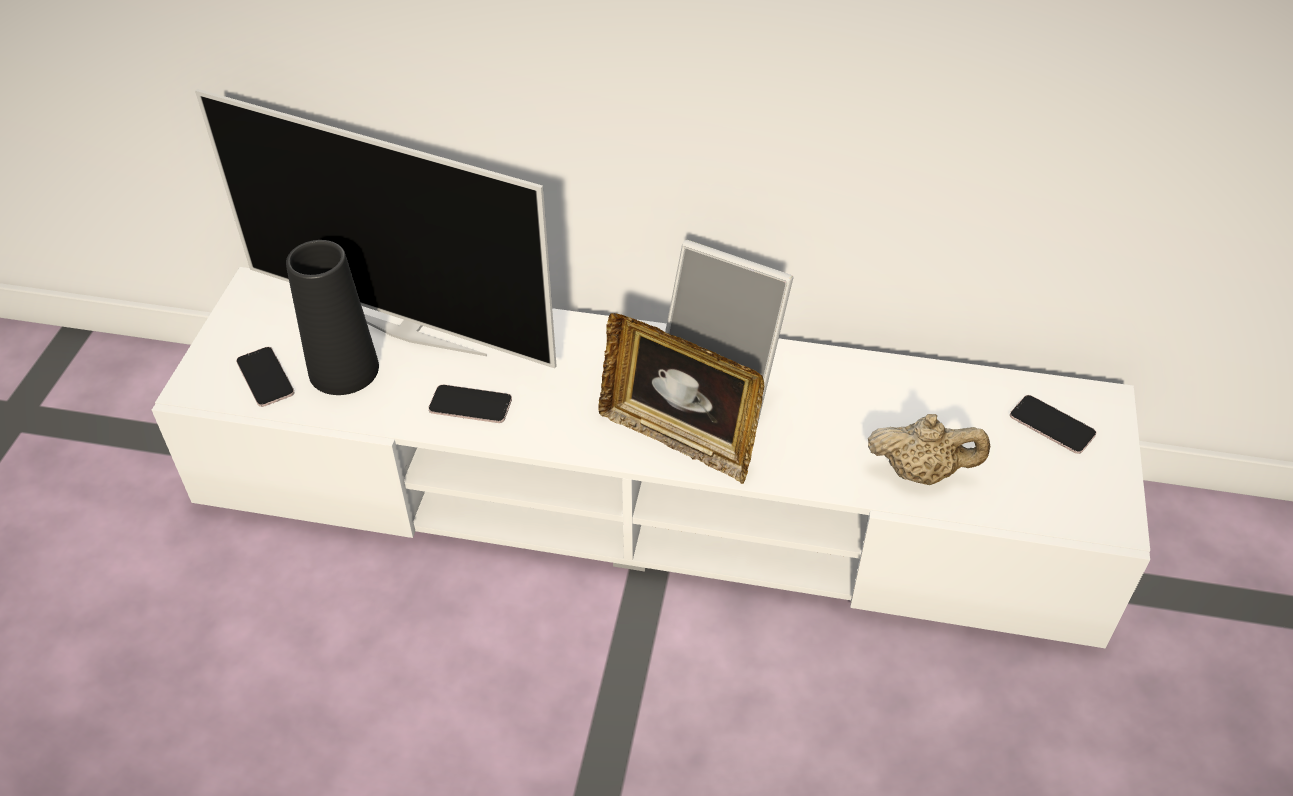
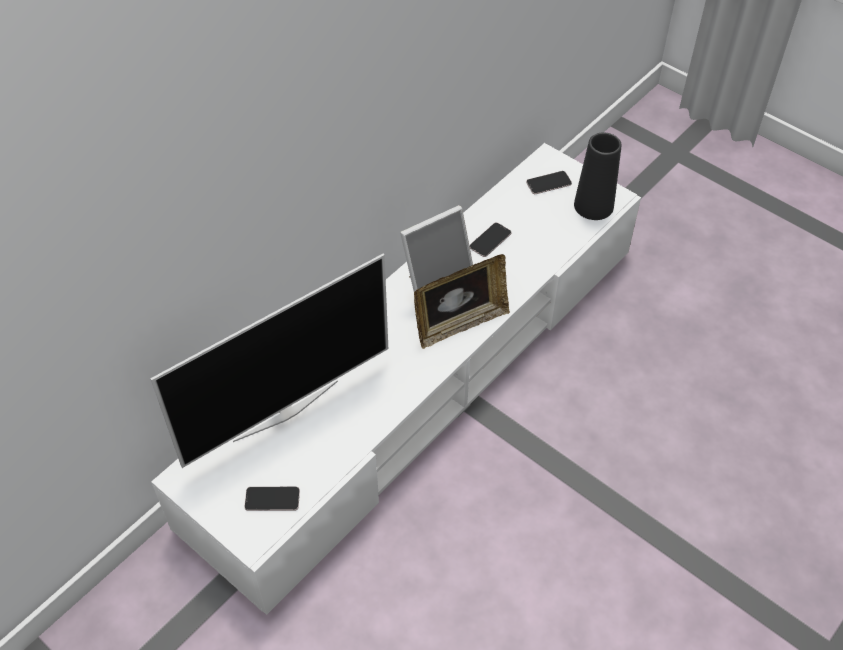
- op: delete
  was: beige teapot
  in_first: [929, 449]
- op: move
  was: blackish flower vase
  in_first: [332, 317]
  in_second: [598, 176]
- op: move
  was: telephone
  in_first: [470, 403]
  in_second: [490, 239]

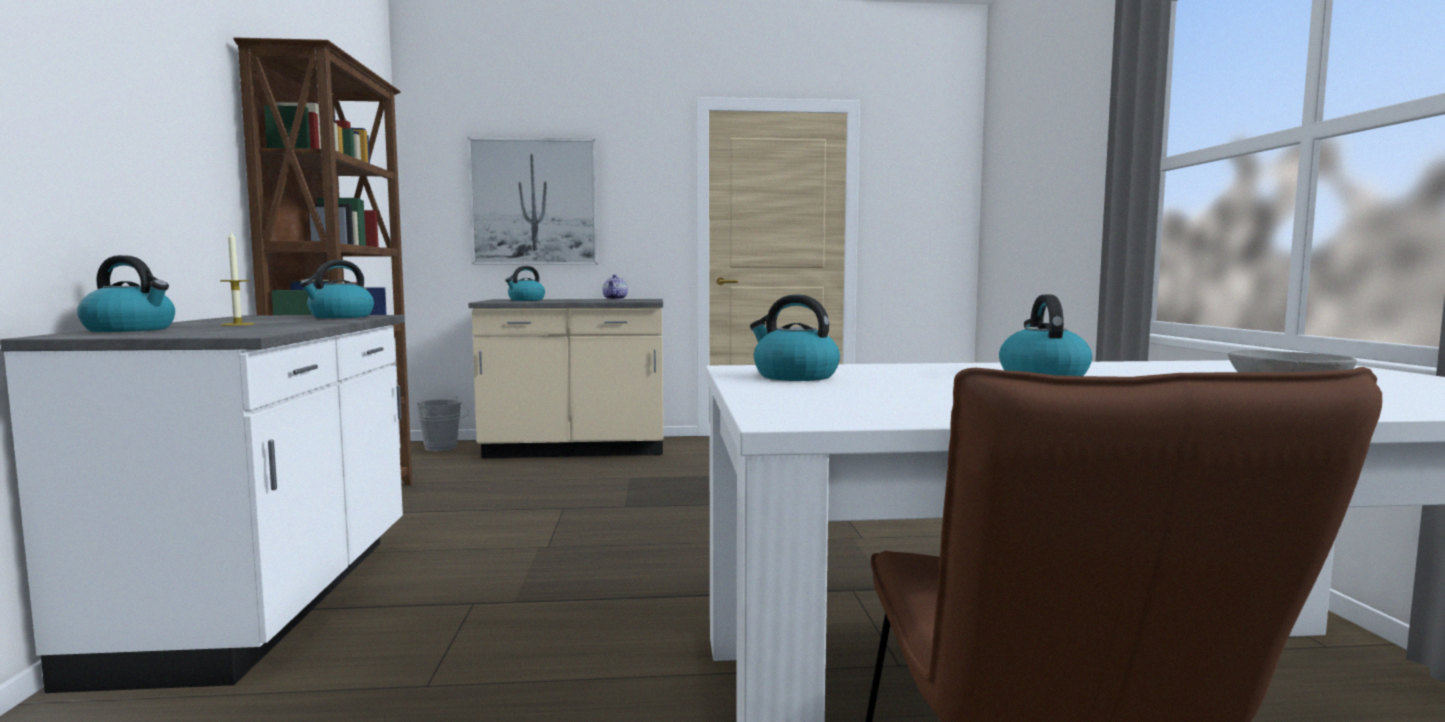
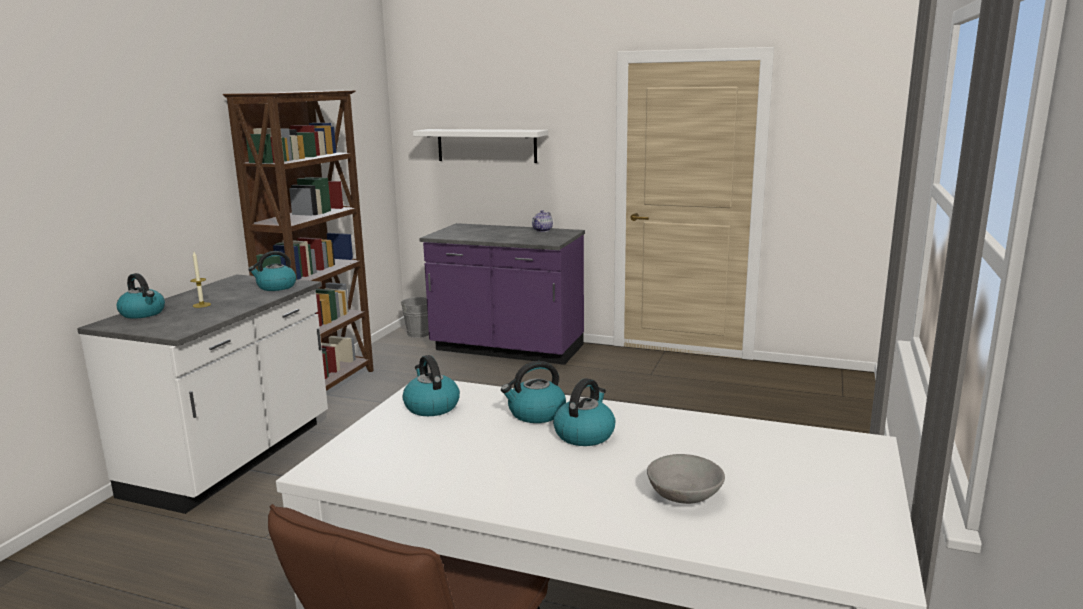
- op: move
  was: kettle
  in_first: [525, 283]
  in_second: [533, 392]
- op: replace
  was: picture
  now: white-coloured bracket shelf
  in_first: [532, 201]
  in_second: [480, 146]
- op: recolor
  was: beige kitchen counter
  now: purple-coloured kitchen counter
  in_first: [565, 378]
  in_second: [502, 294]

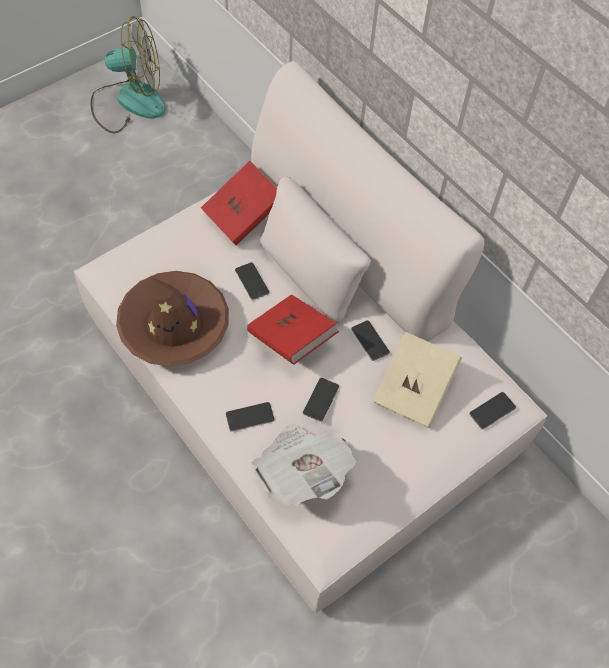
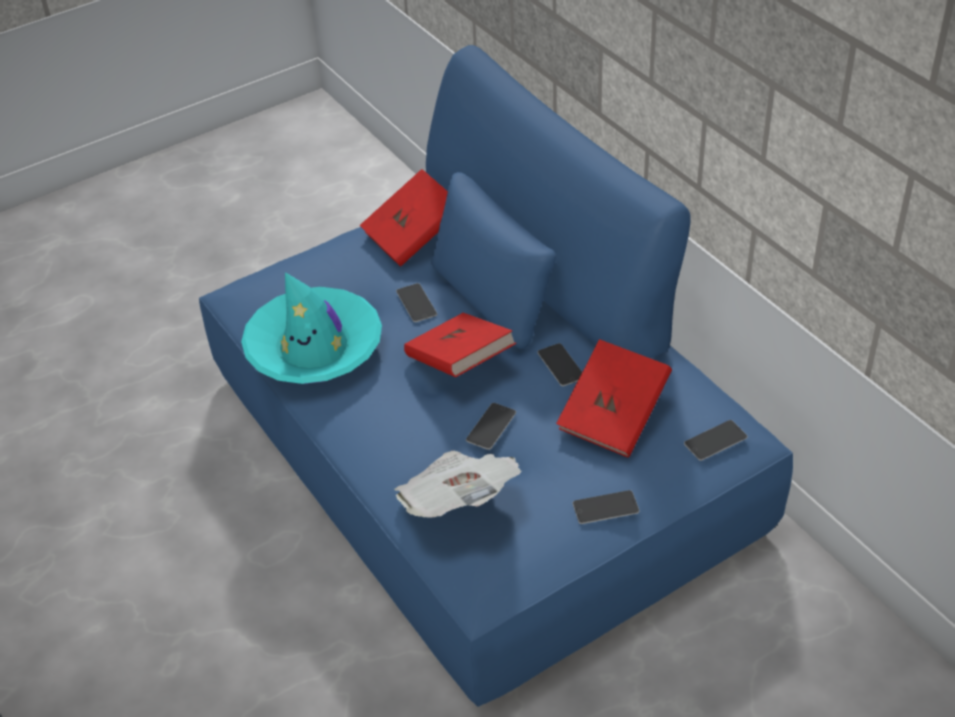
- op: delete
  was: fan
  in_first: [128, 74]
- op: move
  was: telephone
  in_first: [250, 417]
  in_second: [606, 507]
- op: recolor
  was: beige settee
  now: blue-coloured settee
  in_first: [310, 337]
  in_second: [496, 376]
- op: recolor
  was: brown hat
  now: turquoise-coloured hat
  in_first: [172, 319]
  in_second: [311, 328]
- op: recolor
  was: beige bound book
  now: reddish bound book
  in_first: [417, 380]
  in_second: [614, 398]

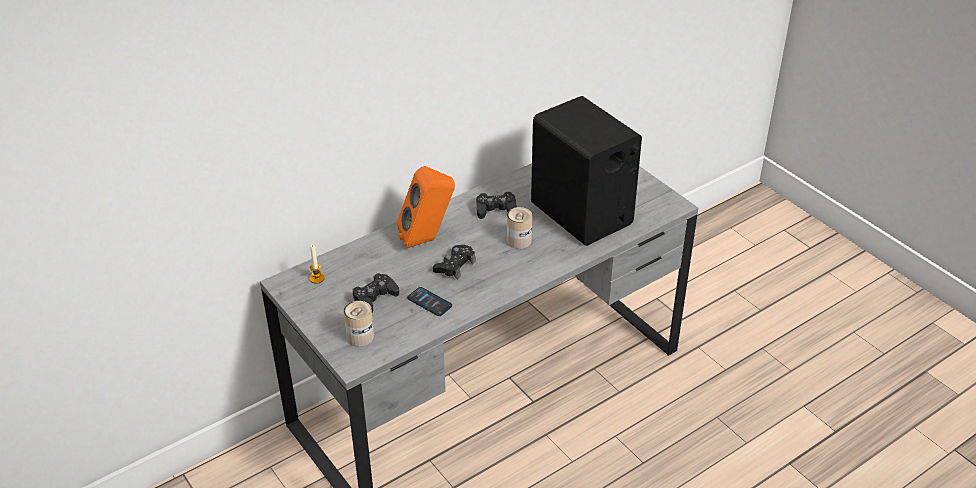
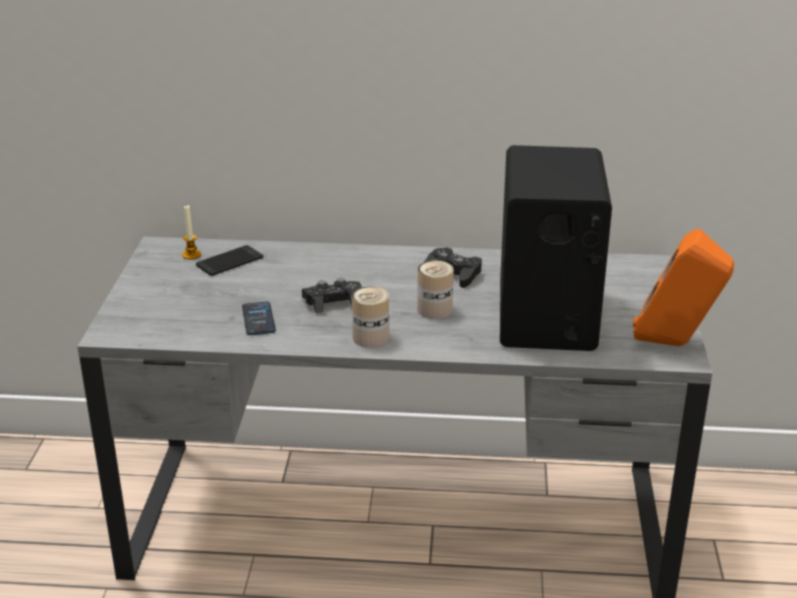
- op: delete
  was: blackish gamepad
  in_first: [376, 293]
- op: insert
  now: telephone
  in_second: [229, 260]
- op: move
  was: sealed can
  in_first: [358, 324]
  in_second: [370, 317]
- op: move
  was: orange-coloured loudspeaker
  in_first: [426, 207]
  in_second: [683, 287]

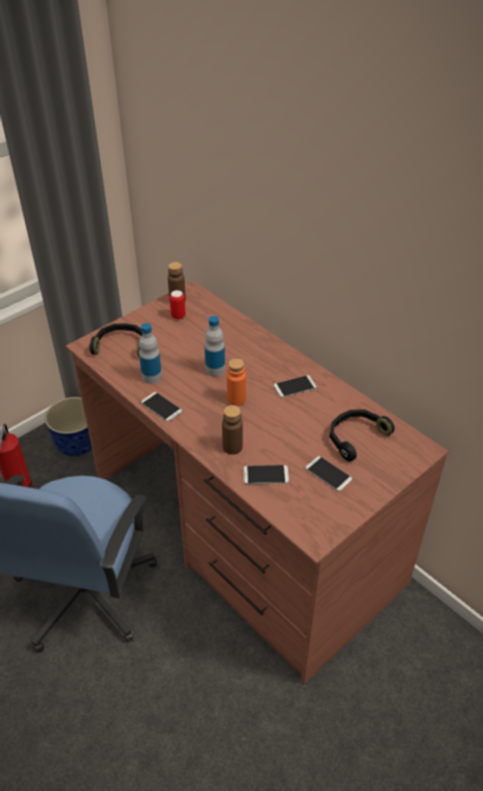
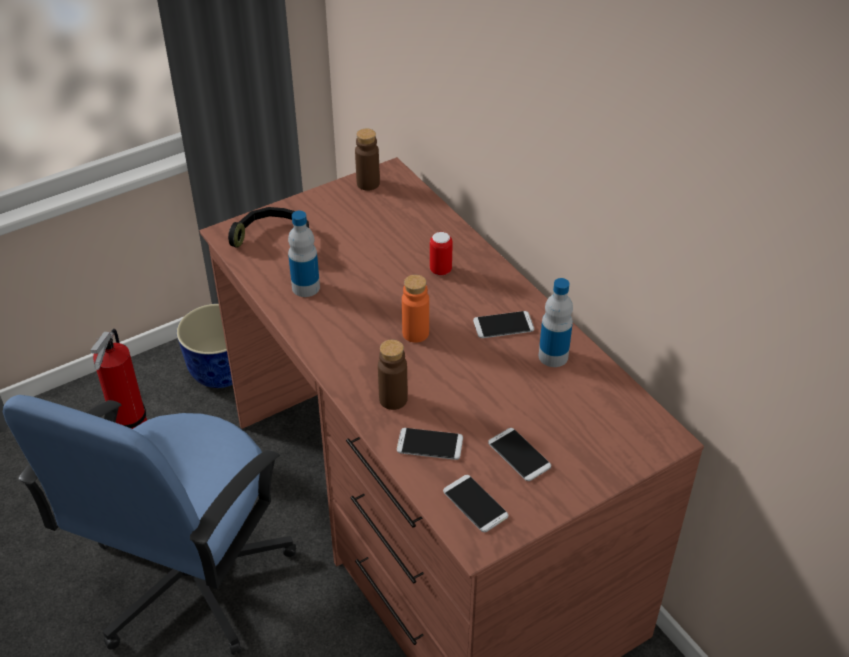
- op: delete
  was: blackish pair of headphones
  in_first: [362, 436]
- op: move
  was: telephone
  in_first: [161, 406]
  in_second: [475, 503]
- op: move
  was: sealed can
  in_first: [178, 304]
  in_second: [441, 254]
- op: move
  was: bottle
  in_first: [215, 346]
  in_second: [556, 322]

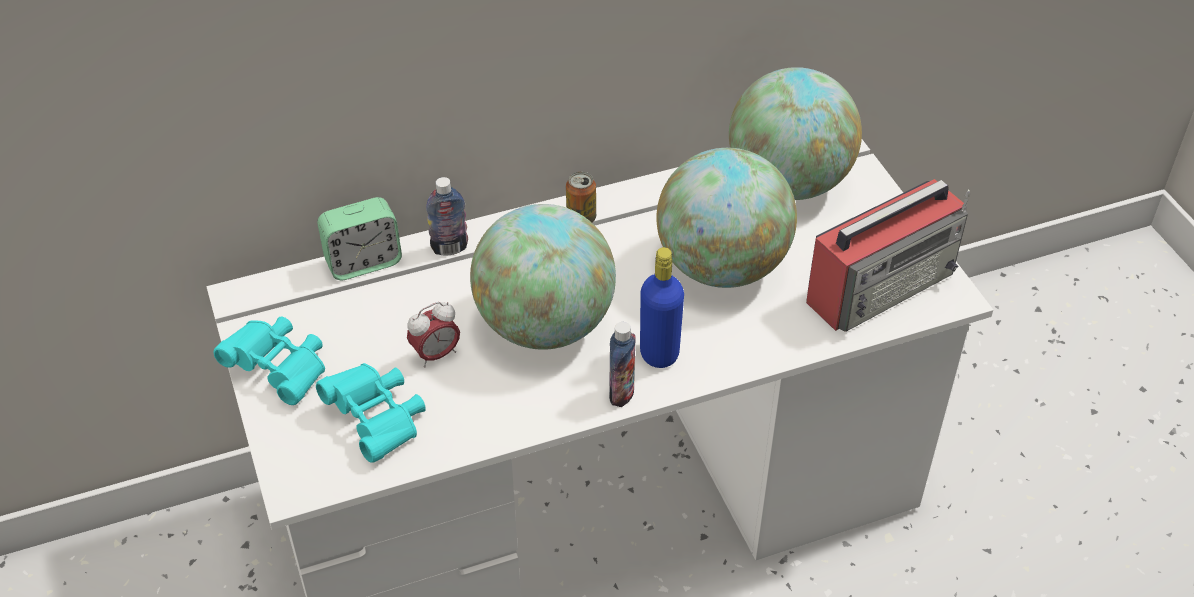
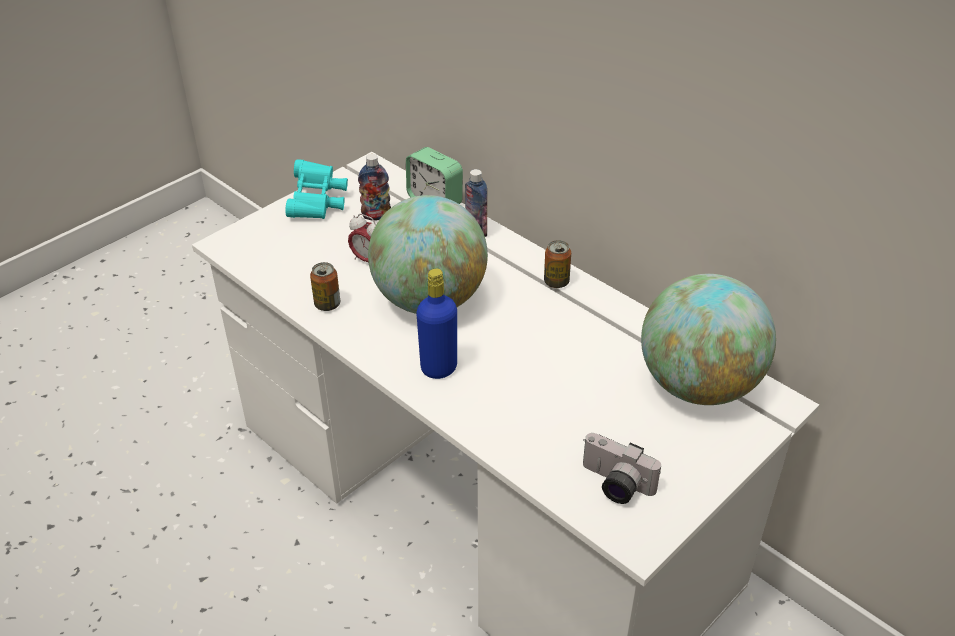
- op: delete
  was: turquoise-coloured field glasses
  in_first: [371, 413]
- op: delete
  was: globe
  in_first: [726, 218]
- op: insert
  now: sealed can
  in_second: [325, 286]
- op: move
  was: bottle
  in_first: [622, 364]
  in_second: [374, 187]
- op: replace
  was: radio set
  now: still camera
  in_first: [888, 255]
  in_second: [622, 468]

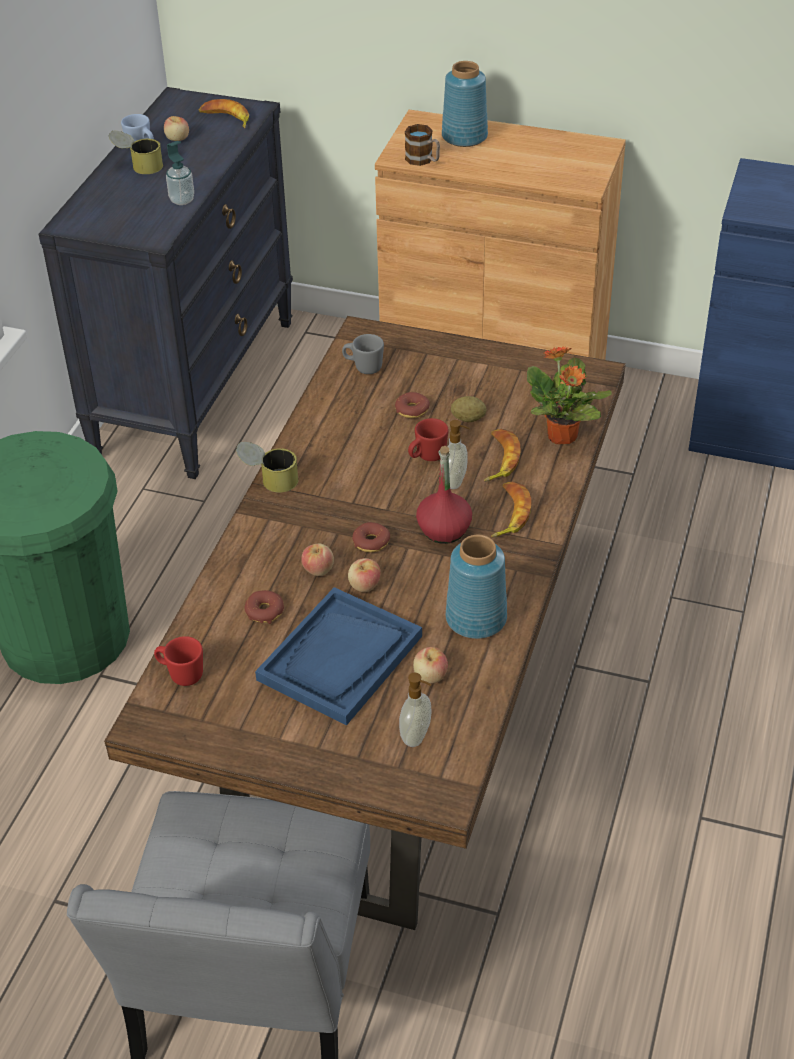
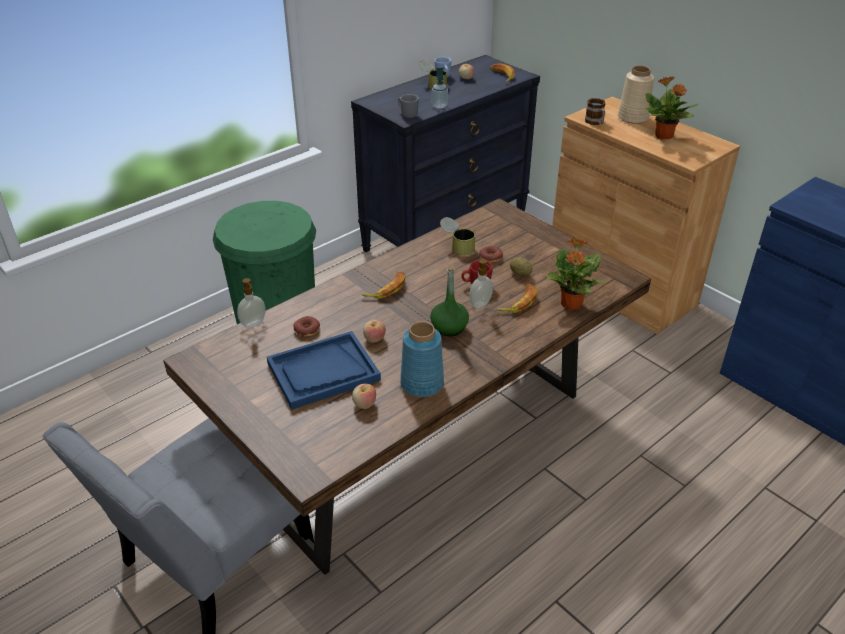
- op: delete
  was: reddish coffee mug
  in_first: [178, 661]
- op: delete
  was: whole apple
  in_first: [317, 559]
- op: delete
  was: doughnut
  in_first: [371, 537]
- op: insert
  now: houseplant
  in_second: [672, 107]
- op: move
  was: sealed can
  in_first: [267, 467]
  in_second: [458, 236]
- op: move
  was: gray coffee mug
  in_first: [363, 354]
  in_second: [408, 106]
- op: move
  was: soap dispenser
  in_first: [415, 710]
  in_second: [251, 303]
- op: move
  was: whole banana
  in_first: [511, 510]
  in_second: [384, 285]
- op: recolor
  was: reddish bottle
  now: greenish bottle
  in_first: [444, 495]
  in_second: [449, 300]
- op: recolor
  was: blue-coloured flower vase
  now: beige flower vase
  in_first: [465, 104]
  in_second: [636, 94]

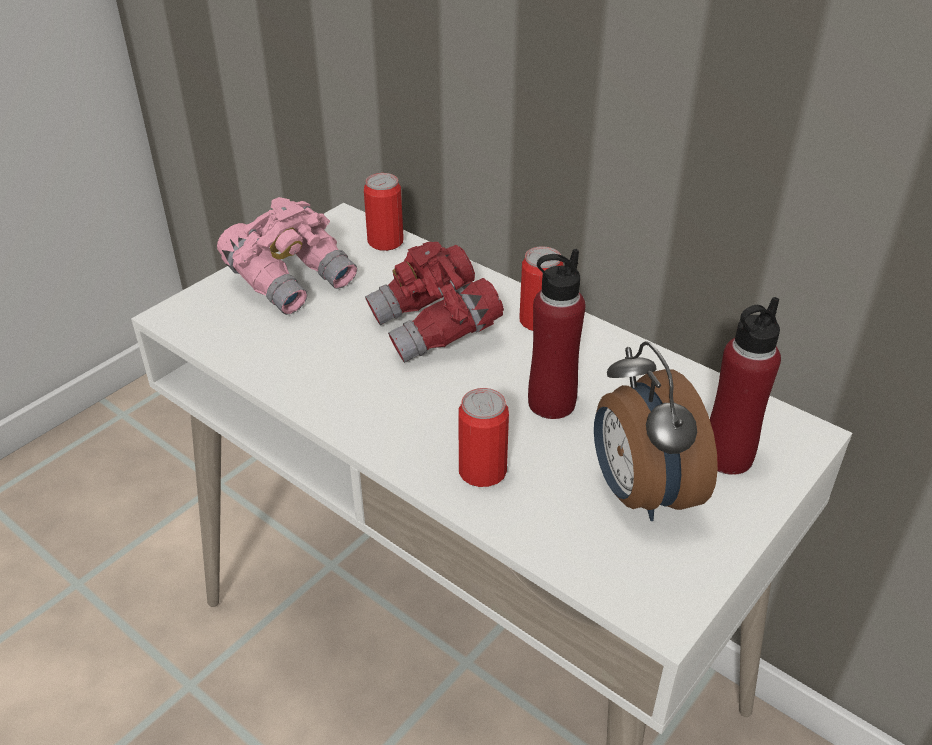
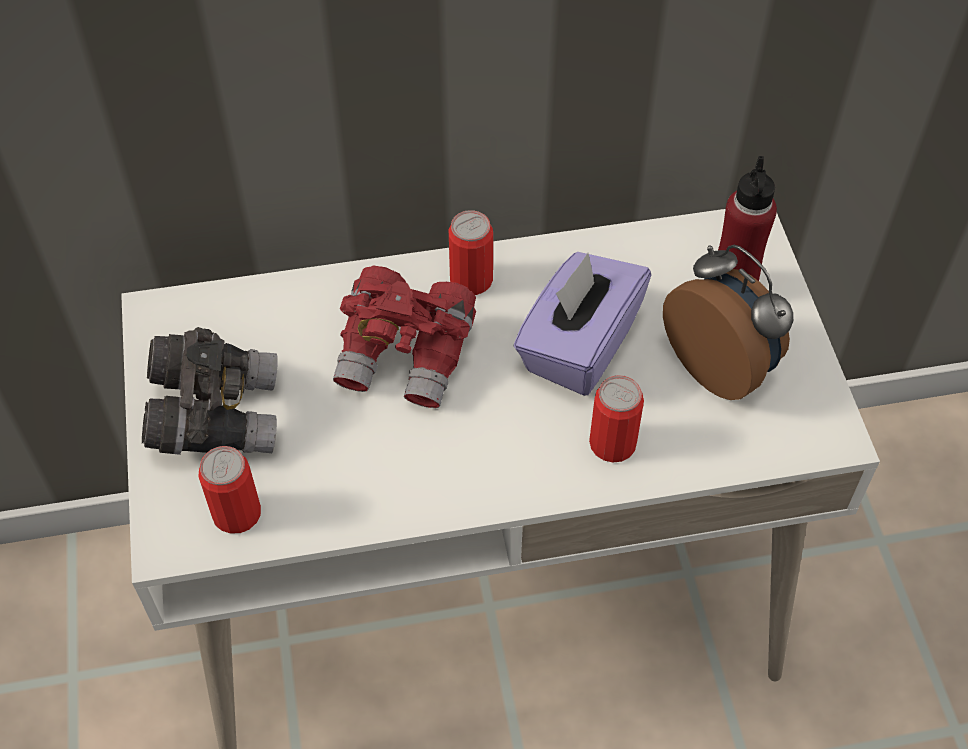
- op: move
  was: sealed can
  in_first: [384, 212]
  in_second: [229, 490]
- op: replace
  was: reddish bottle
  now: purple-coloured box of tissues
  in_first: [556, 334]
  in_second: [582, 324]
- op: recolor
  was: pink field glasses
  now: gray field glasses
  in_first: [287, 256]
  in_second: [210, 391]
- op: rotate
  was: alarm clock
  in_first: [656, 431]
  in_second: [728, 322]
  clockwise: -150

